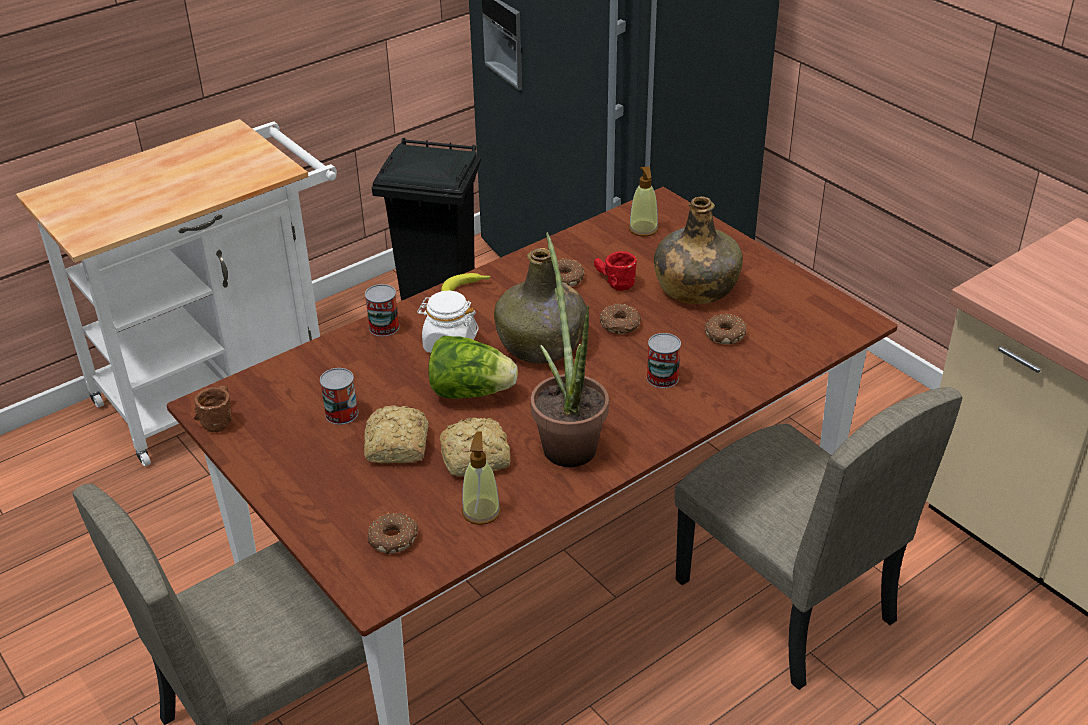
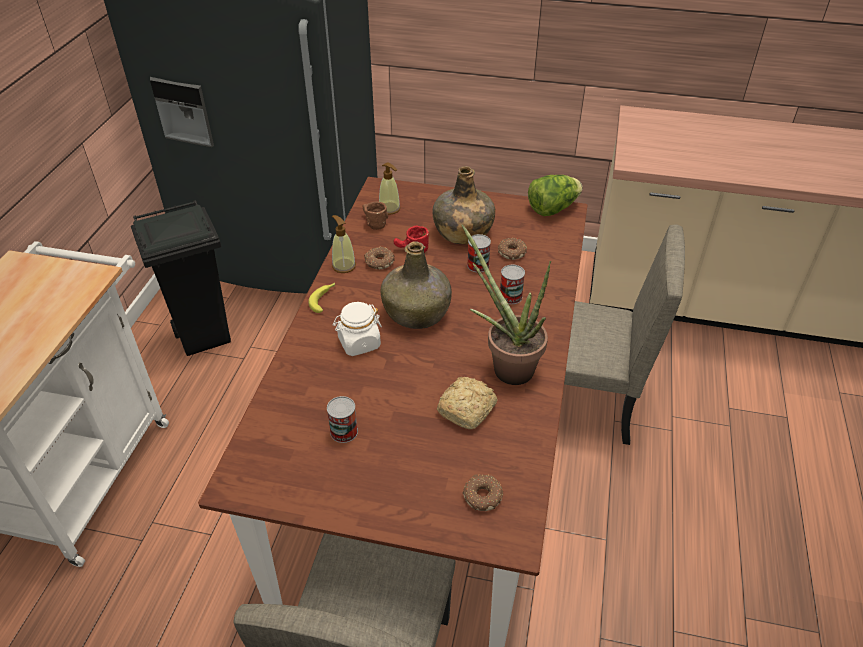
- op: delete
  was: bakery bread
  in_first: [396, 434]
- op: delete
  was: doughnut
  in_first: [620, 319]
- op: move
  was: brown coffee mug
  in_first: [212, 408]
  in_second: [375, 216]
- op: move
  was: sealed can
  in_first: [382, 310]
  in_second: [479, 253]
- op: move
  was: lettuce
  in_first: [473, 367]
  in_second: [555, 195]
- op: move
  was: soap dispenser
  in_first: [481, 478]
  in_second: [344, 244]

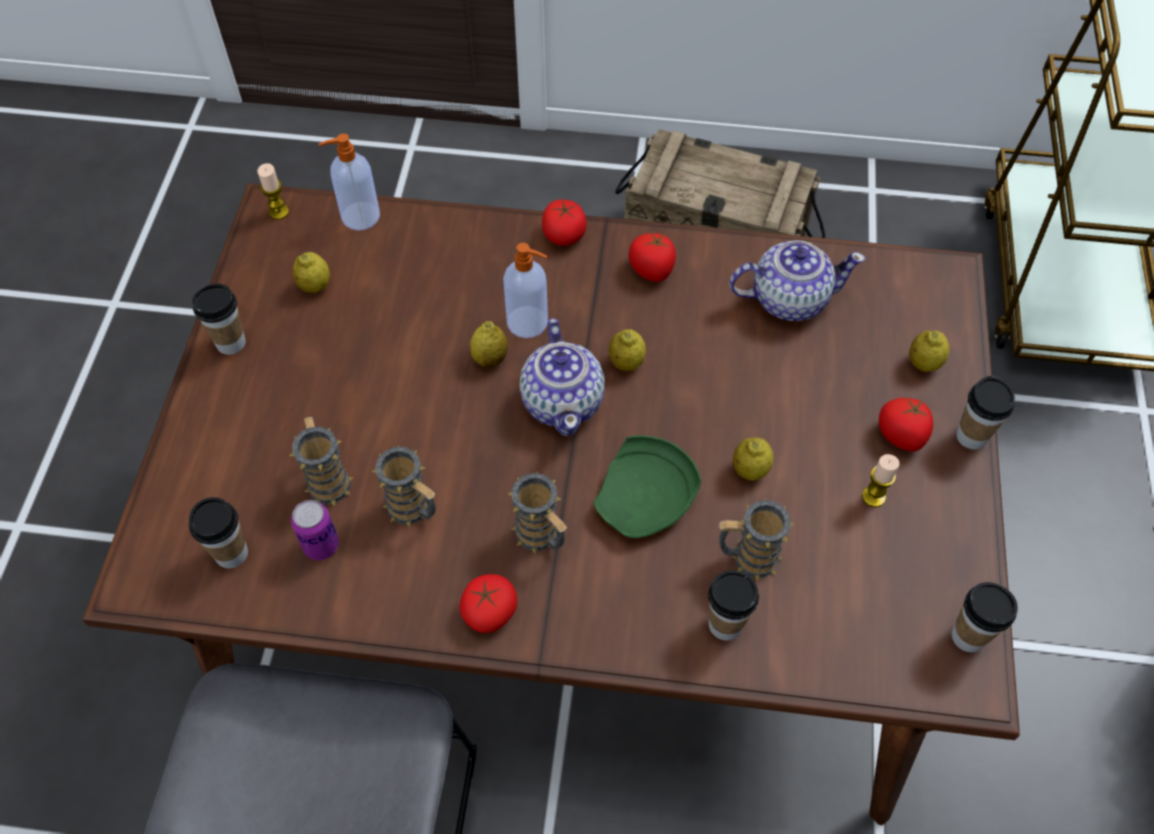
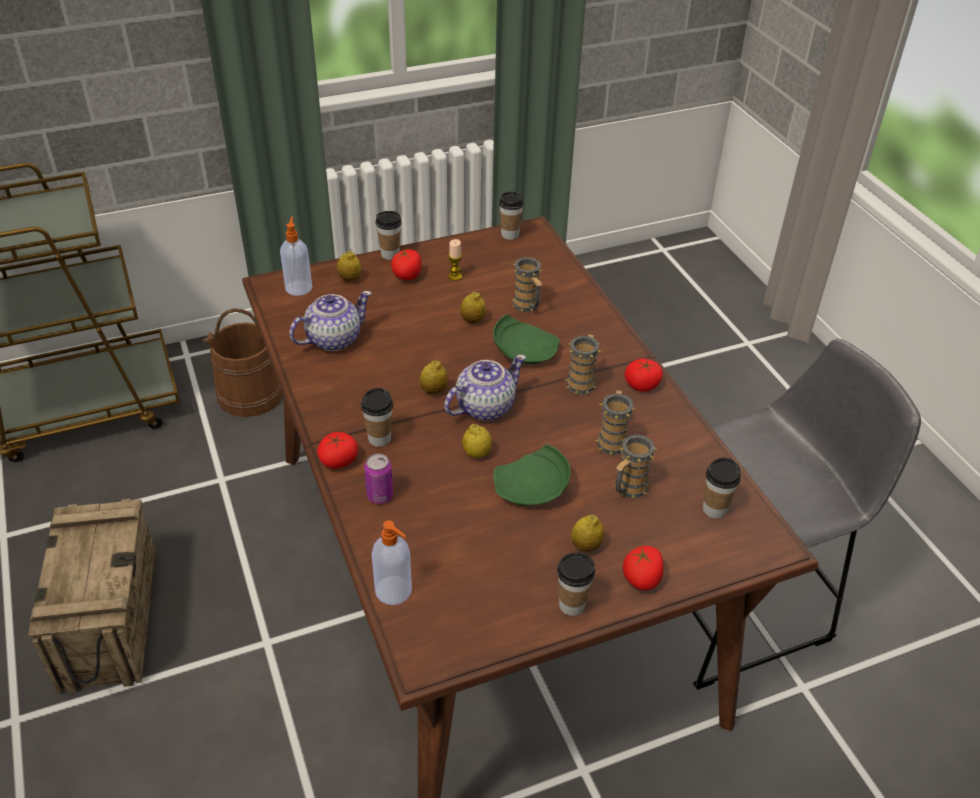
- op: delete
  was: wax light
  in_first: [273, 191]
- op: insert
  now: brown water bucket
  in_second: [243, 362]
- op: insert
  now: greenish plate
  in_second: [531, 474]
- op: move
  was: sealed can
  in_first: [315, 530]
  in_second: [378, 479]
- op: move
  was: citrus fruit
  in_first: [311, 272]
  in_second: [588, 533]
- op: move
  was: soap dispenser
  in_first: [525, 290]
  in_second: [296, 256]
- op: move
  was: whole tomato
  in_first: [652, 256]
  in_second: [643, 568]
- op: move
  was: small cup
  in_first: [733, 605]
  in_second: [377, 417]
- op: rotate
  was: teapot
  in_first: [797, 280]
  in_second: [330, 321]
  clockwise: 90

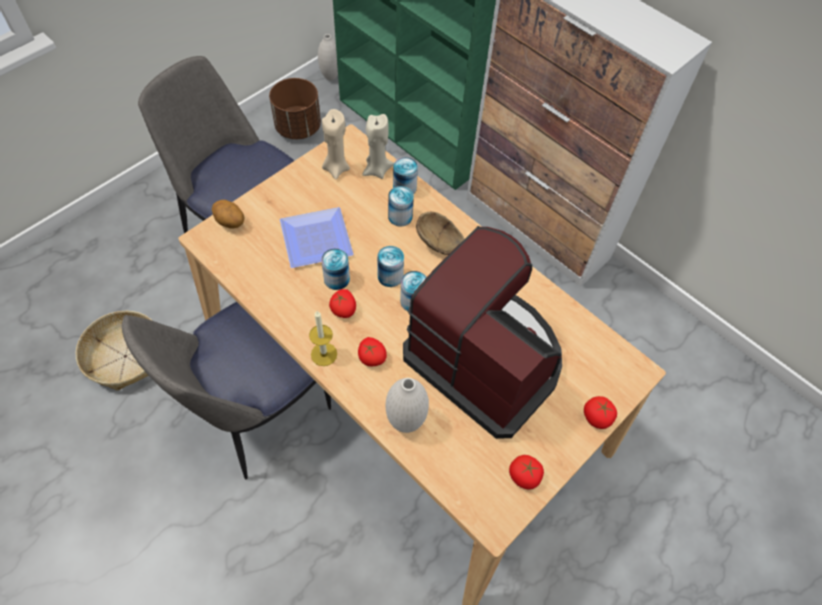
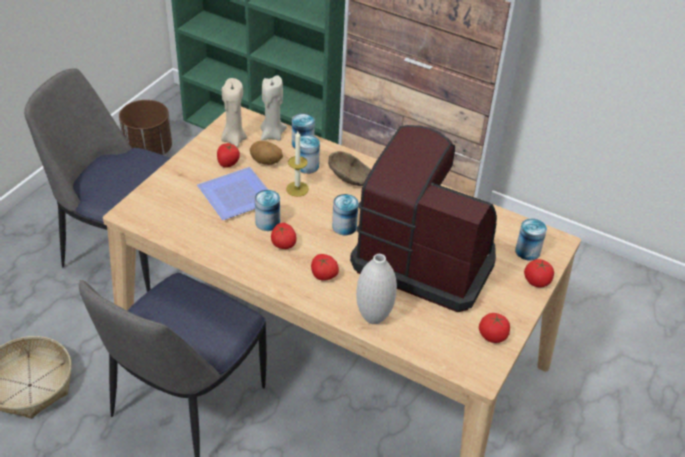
- op: delete
  was: white-coloured flower vase
  in_first: [328, 57]
- op: insert
  now: whole tomato
  in_second: [228, 155]
- op: move
  was: potato
  in_first: [228, 214]
  in_second: [266, 153]
- op: move
  was: wax light
  in_first: [323, 338]
  in_second: [297, 164]
- op: move
  was: sealed can
  in_first: [390, 266]
  in_second: [531, 240]

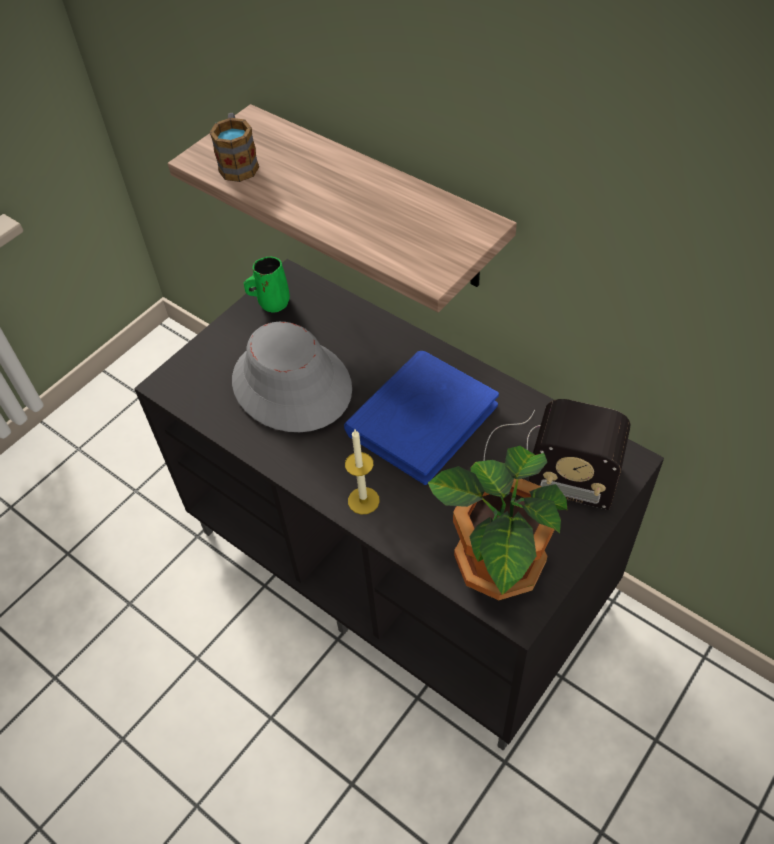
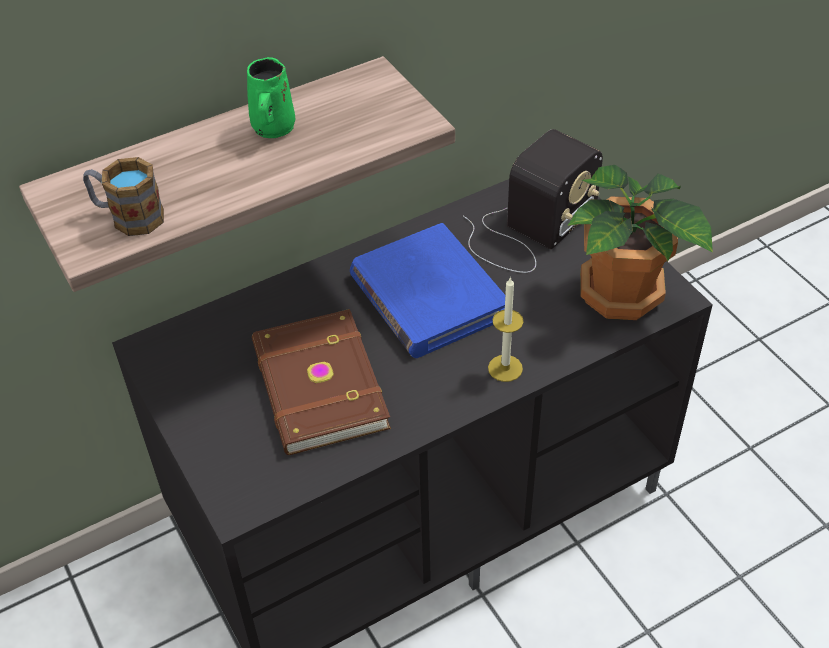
- op: move
  was: greenish coffee mug
  in_first: [267, 285]
  in_second: [271, 97]
- op: replace
  was: gray hat
  now: brown bound book
  in_first: [292, 377]
  in_second: [321, 382]

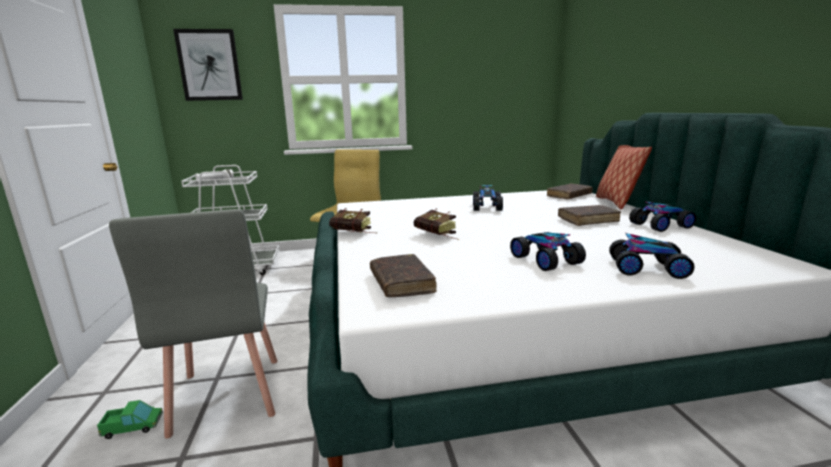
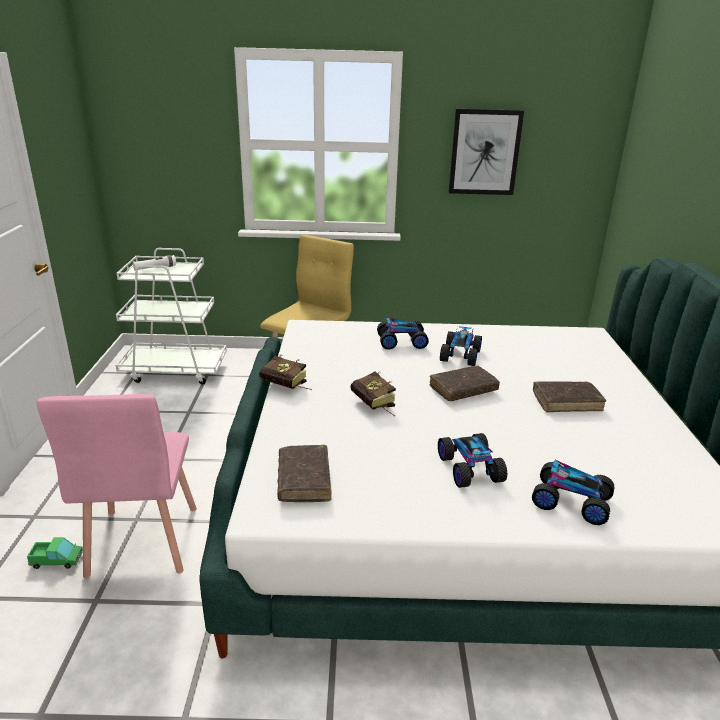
- op: delete
  was: pillow
  in_first: [624, 177]
- op: move
  was: picture
  in_first: [208, 65]
  in_second: [486, 152]
- op: move
  was: brown bound book
  in_first: [570, 191]
  in_second: [464, 383]
- op: move
  was: model car
  in_first: [662, 216]
  in_second: [403, 334]
- op: recolor
  was: gray chair
  now: pink chair
  in_first: [193, 324]
  in_second: [117, 486]

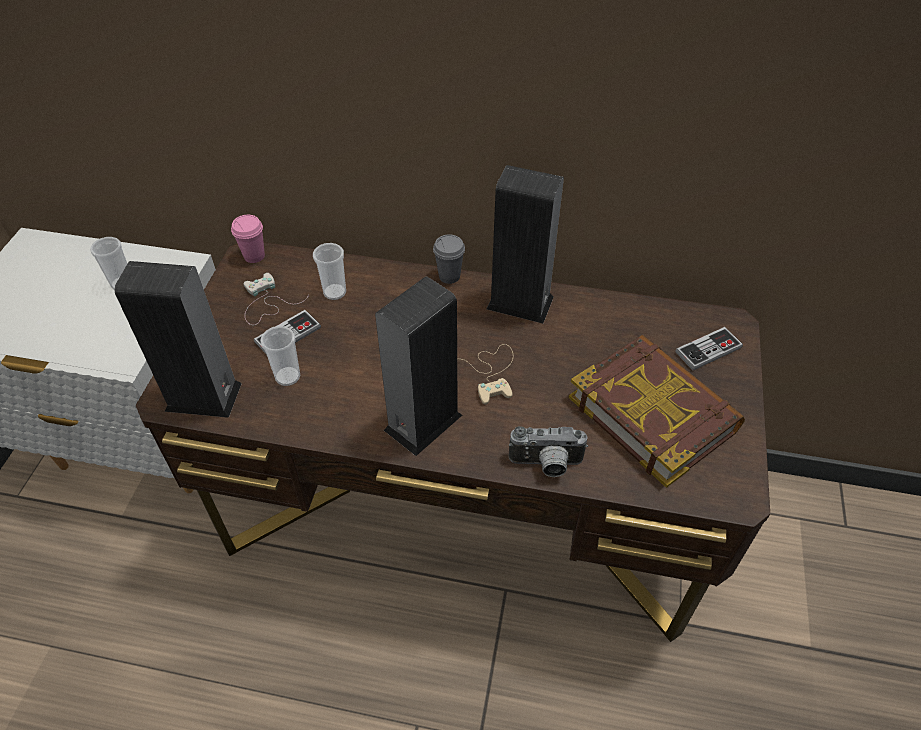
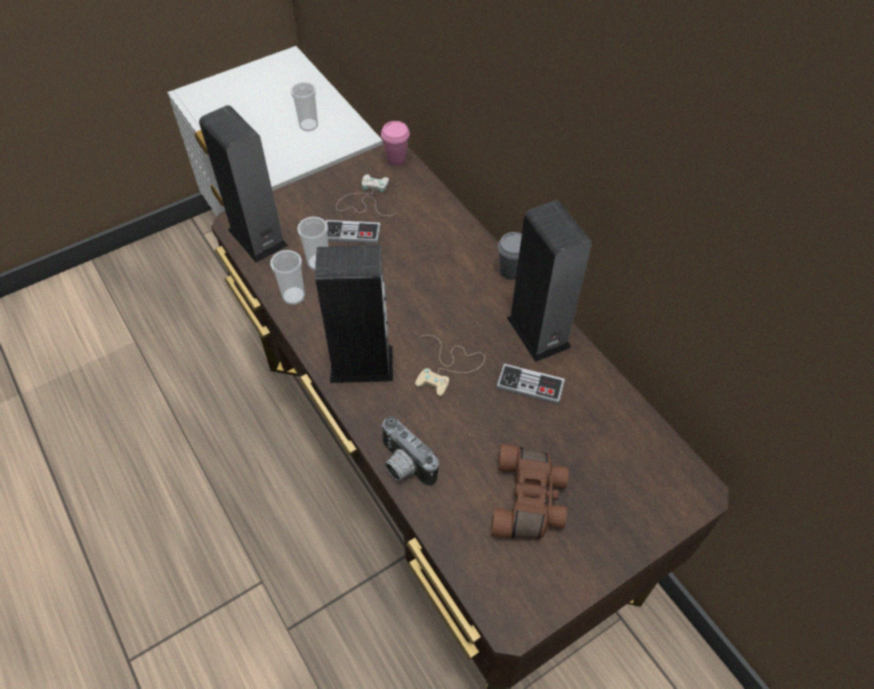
- op: move
  was: small cup
  in_first: [329, 271]
  in_second: [287, 277]
- op: move
  was: gamepad
  in_first: [709, 348]
  in_second: [530, 384]
- op: replace
  was: bound book
  now: brown field glasses
  in_first: [657, 411]
  in_second: [530, 491]

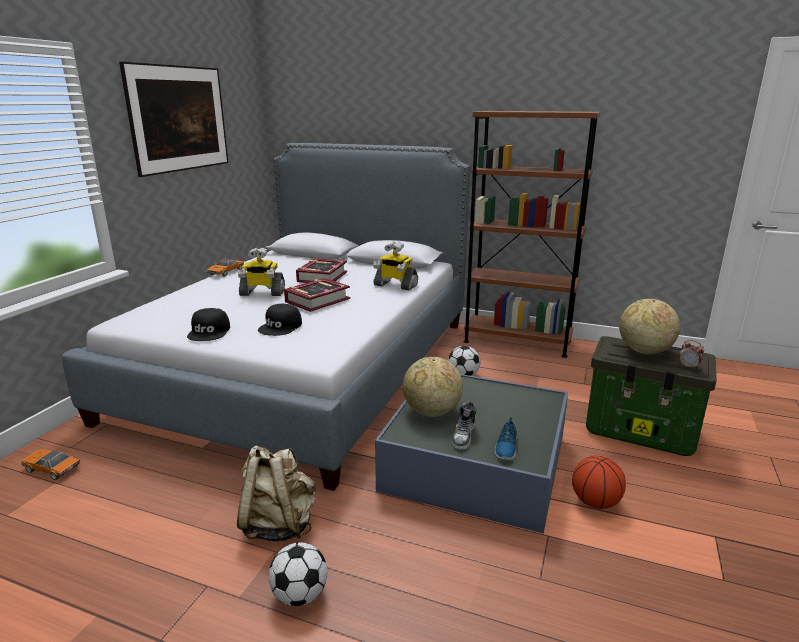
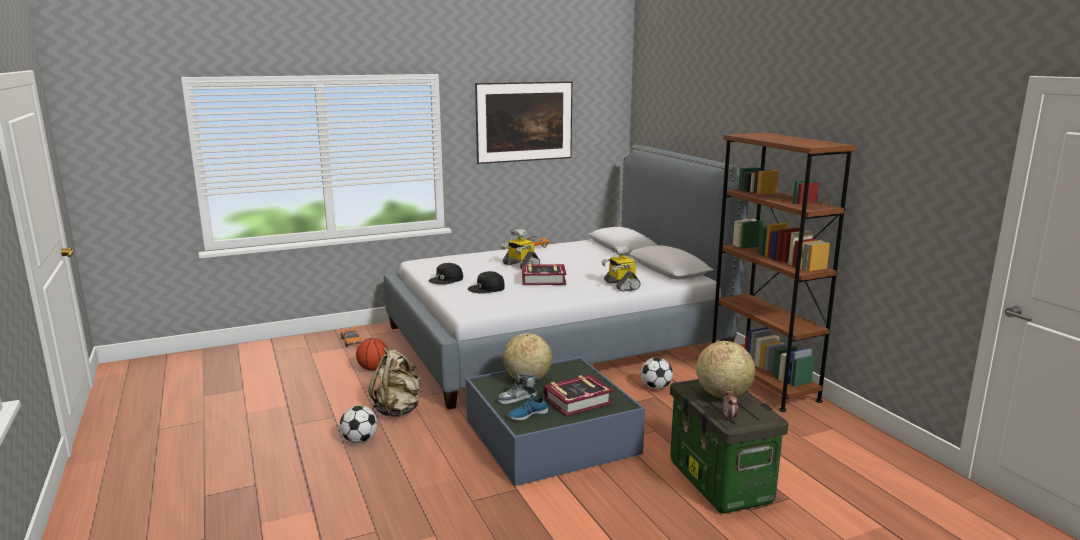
- op: move
  was: bound book
  in_first: [321, 270]
  in_second: [579, 395]
- op: move
  was: basketball
  in_first: [599, 482]
  in_second: [372, 354]

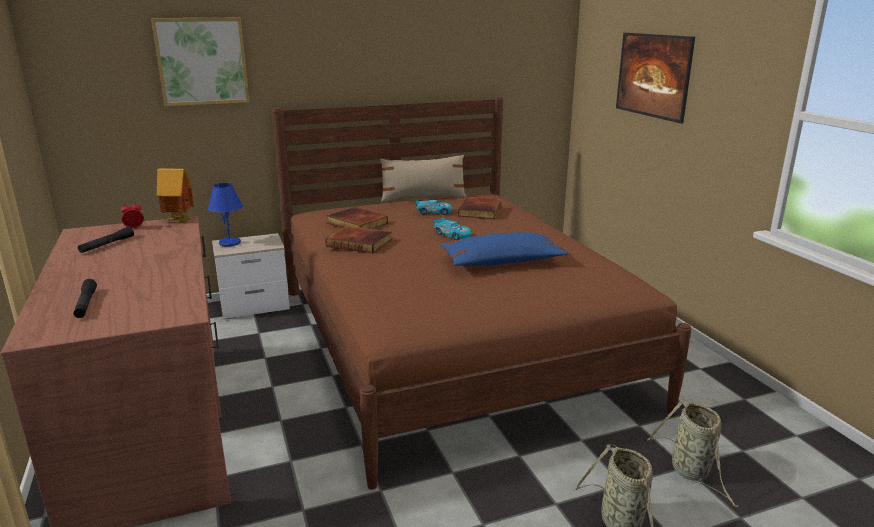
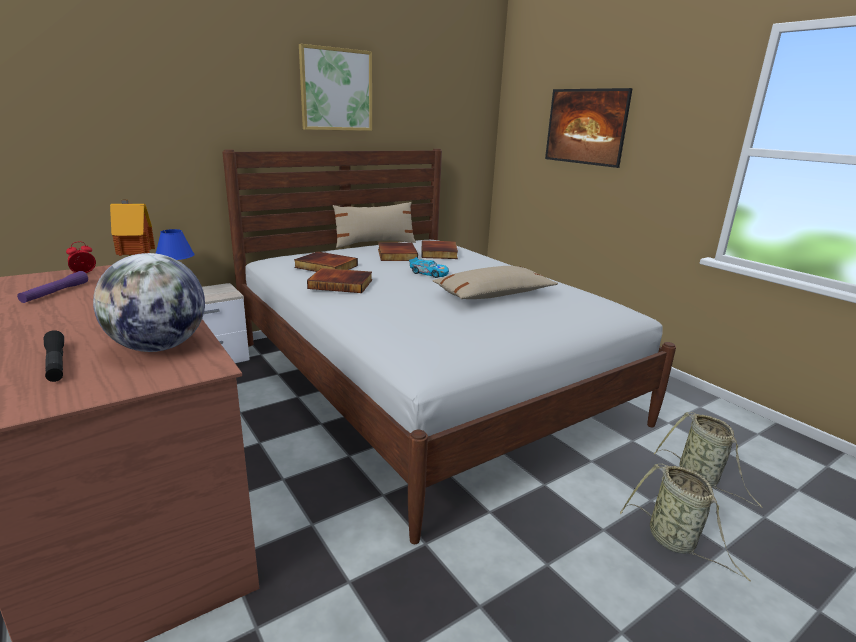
- op: insert
  now: globe
  in_second: [149, 302]
- op: move
  was: picture
  in_first: [200, 62]
  in_second: [335, 87]
- op: replace
  was: model car
  now: bound book
  in_first: [433, 207]
  in_second: [398, 252]
- op: recolor
  was: blackish flashlight
  now: purple-coloured flashlight
  in_first: [106, 240]
  in_second: [52, 287]
- op: recolor
  was: brown sleeping bed
  now: white-coloured sleeping bed
  in_first: [482, 293]
  in_second: [449, 346]
- op: recolor
  was: blue-coloured pillow
  now: beige pillow
  in_first: [504, 249]
  in_second: [495, 282]

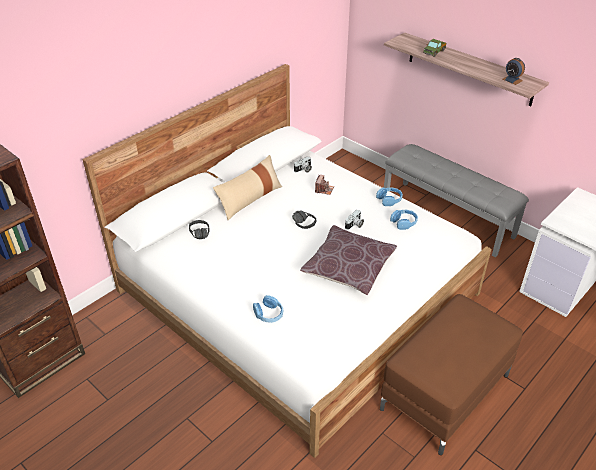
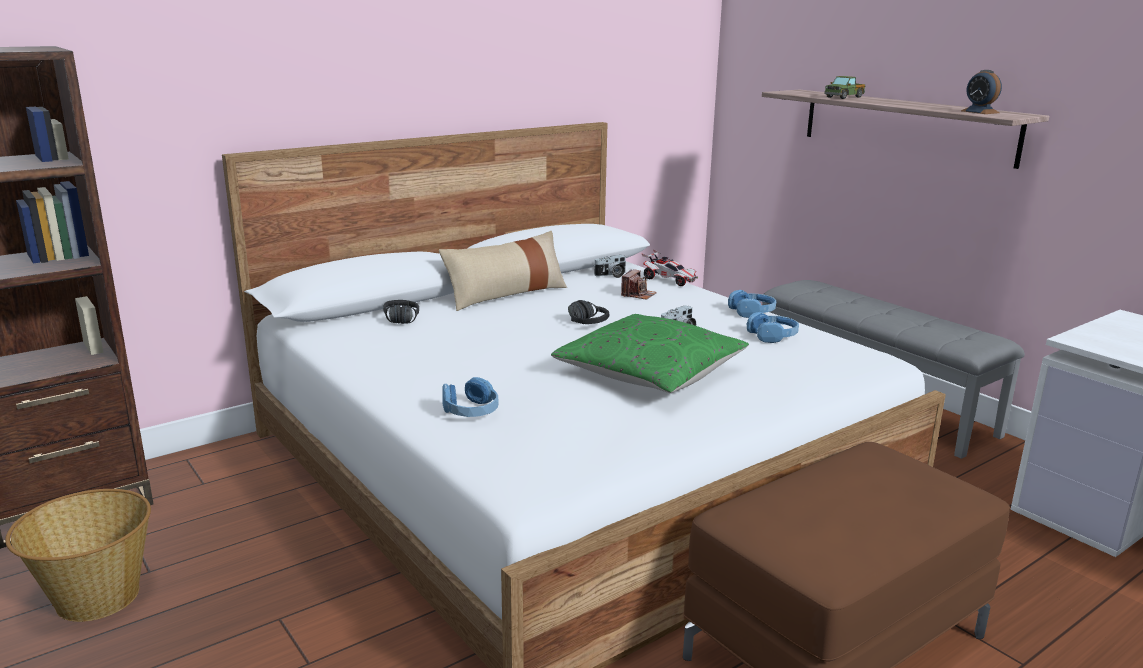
- op: insert
  now: household basket
  in_second: [78, 555]
- op: insert
  now: model car
  in_second: [670, 267]
- op: recolor
  was: brown pillow
  now: greenish pillow
  in_first: [348, 260]
  in_second: [650, 353]

